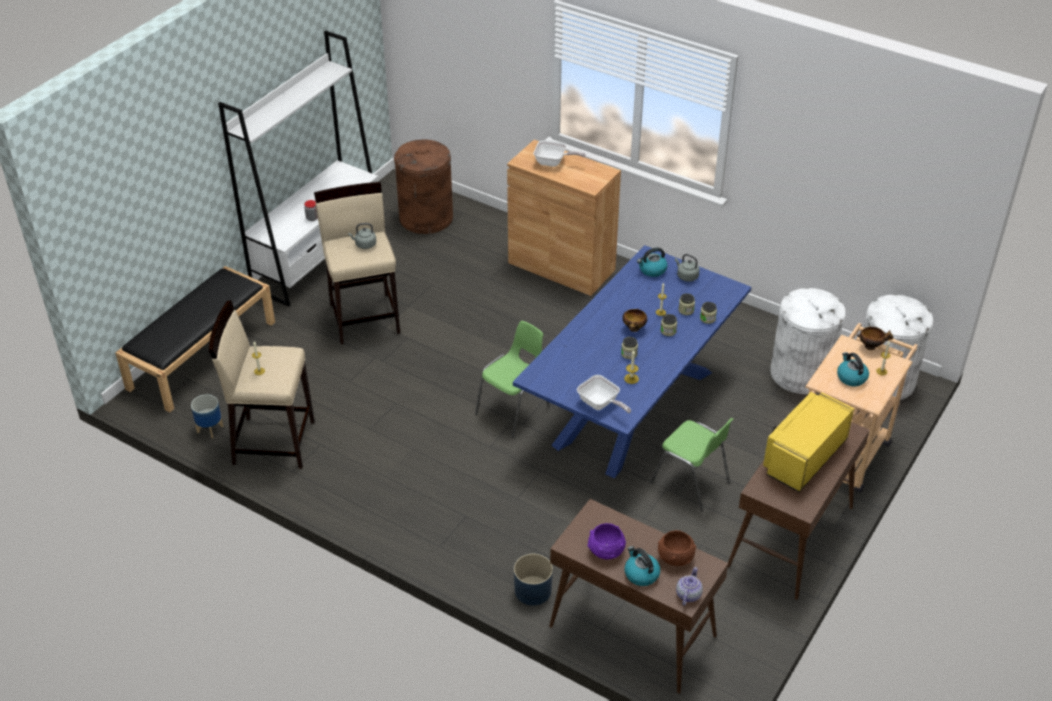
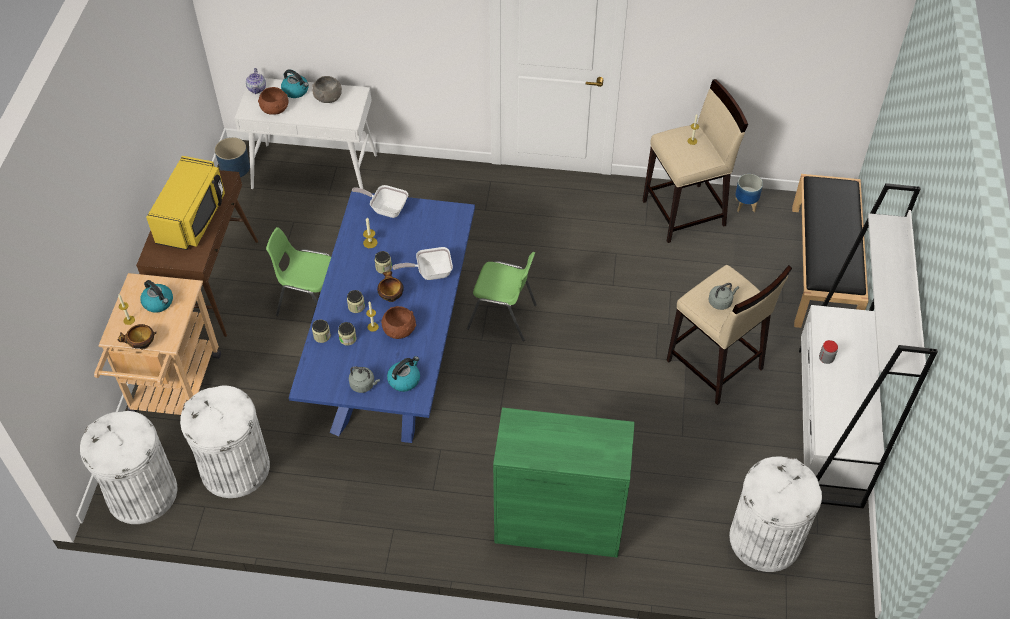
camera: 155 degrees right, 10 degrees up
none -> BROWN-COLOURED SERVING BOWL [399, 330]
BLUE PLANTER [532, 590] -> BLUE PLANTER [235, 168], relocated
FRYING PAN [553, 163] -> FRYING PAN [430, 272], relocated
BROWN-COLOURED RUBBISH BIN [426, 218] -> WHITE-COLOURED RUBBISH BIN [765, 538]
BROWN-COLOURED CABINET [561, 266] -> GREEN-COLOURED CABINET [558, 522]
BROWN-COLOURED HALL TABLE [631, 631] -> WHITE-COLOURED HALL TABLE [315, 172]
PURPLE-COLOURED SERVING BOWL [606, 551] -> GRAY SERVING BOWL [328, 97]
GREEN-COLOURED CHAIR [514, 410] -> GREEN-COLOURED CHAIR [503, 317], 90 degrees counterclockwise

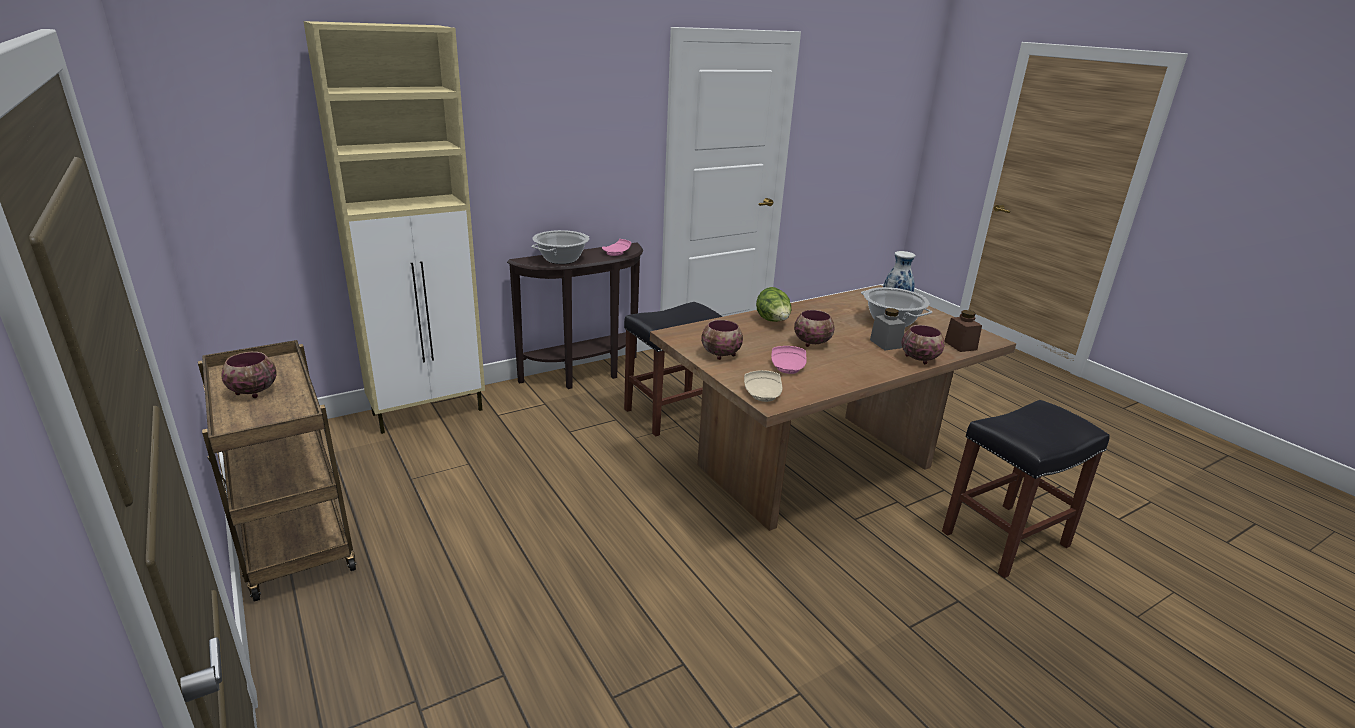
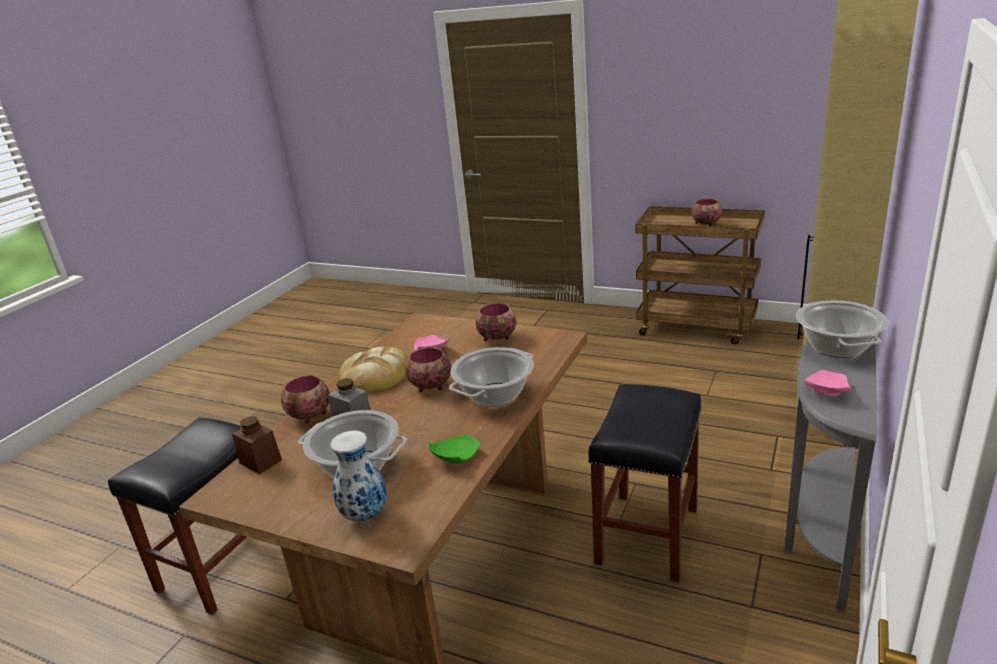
camera: 150 degrees right, 0 degrees up
BEIGE-COLOURED DINNER PLATE [763, 394] -> none
none -> BAKED BREAD [376, 374]
none -> GREEN-COLOURED DINNER PLATE [455, 457]
HEAD OF LETTUCE [773, 321] -> STOCKPOT [495, 395]
BROWN-COLOURED HALL TABLE [586, 375] -> GRAY HALL TABLE [819, 531]

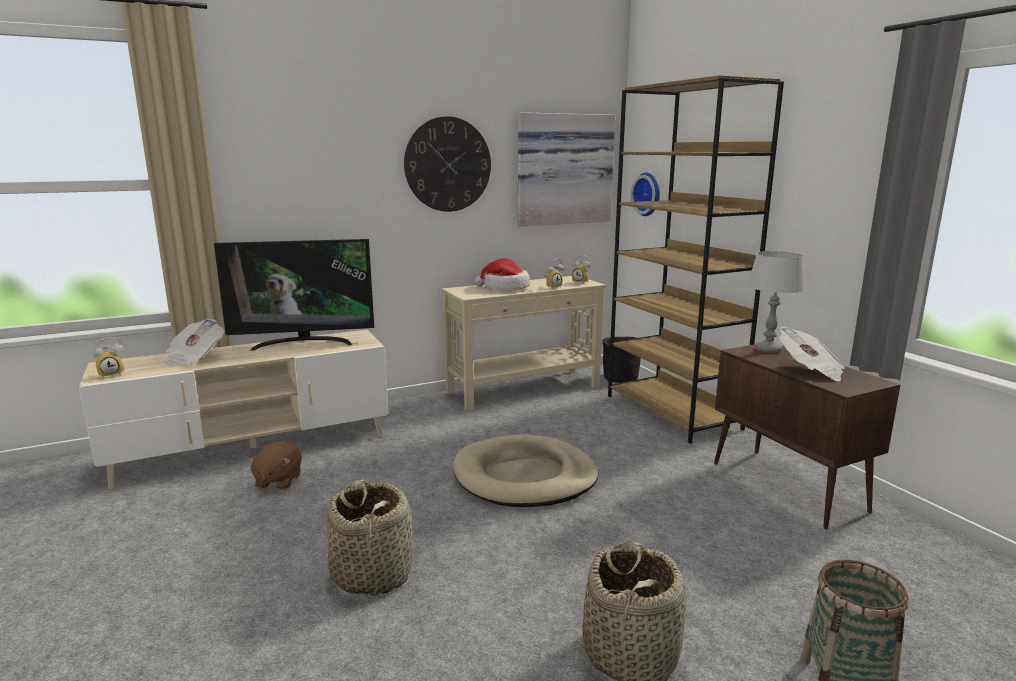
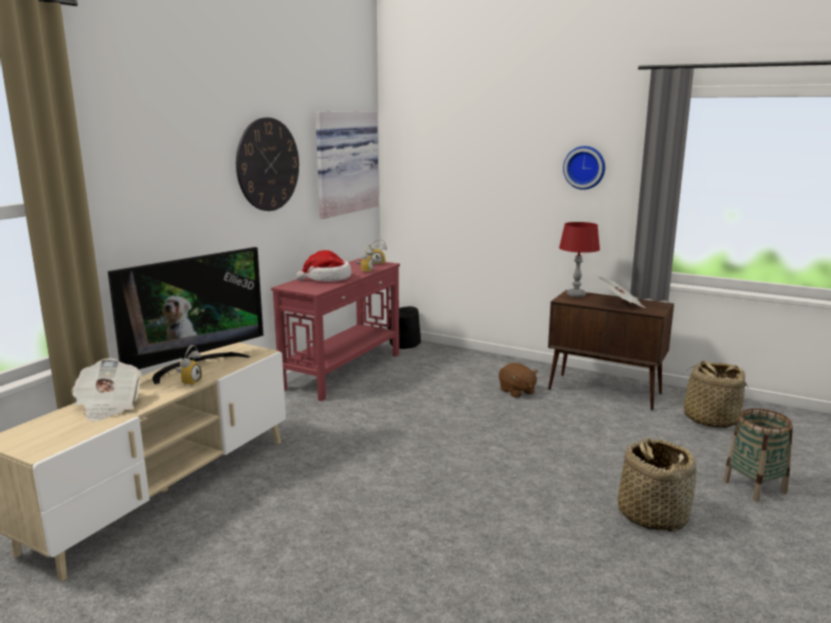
camera: 35 degrees left, 0 degrees up
BEIGE-COLOURED DOG CUSHION [525, 477] -> none
BROWN-COLOURED BOOKCASE [673, 412] -> none
TABLE CLOCK [112, 374] -> TABLE CLOCK [189, 382], relocated
BROWN-COLOURED CUDDLY TOY [278, 481] -> BROWN-COLOURED CUDDLY TOY [517, 392], relocated
STORAGE BASKET [372, 573] -> STORAGE BASKET [710, 419], relocated
WALL CLOCK [648, 194] -> WALL CLOCK [585, 167], relocated
BEIGE-COLOURED HALL TABLE [525, 389] -> REDDISH HALL TABLE [344, 371]
GRAY TABLETOP LAMP [768, 349] -> REDDISH TABLETOP LAMP [575, 295]

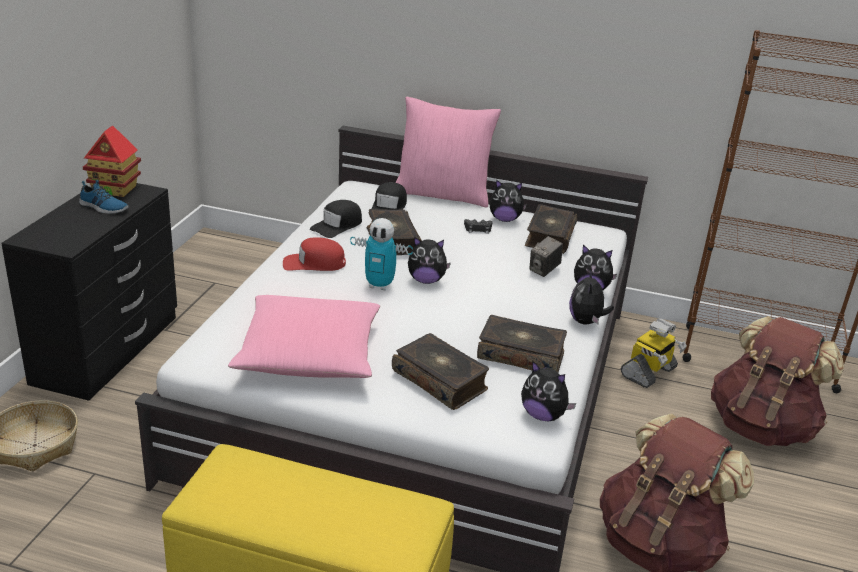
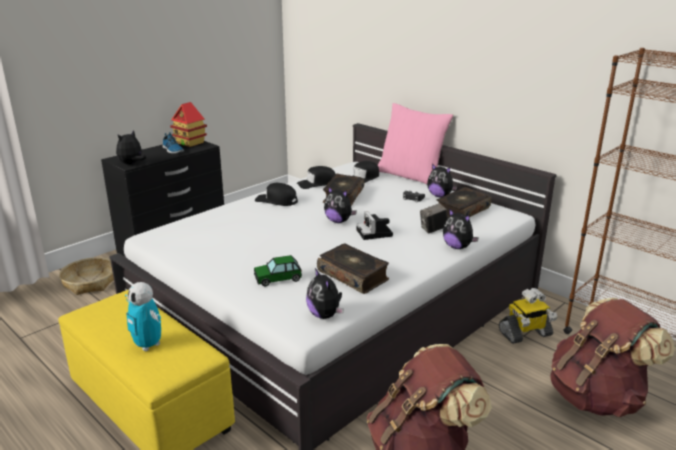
camera: 30 degrees right, 5 degrees down
PINKISH CUSHION [309, 353] -> none
none -> STILL CAMERA [375, 233]
TOY ROBOT [379, 285] -> TOY ROBOT [148, 345], relocated
CUDDLY TOY [586, 322] -> CUDDLY TOY [131, 164], relocated
BOOK [440, 380] -> TOY CAR [278, 278]
REDDISH PEAKED CAP [314, 263] -> BLACK PEAKED CAP [276, 200]

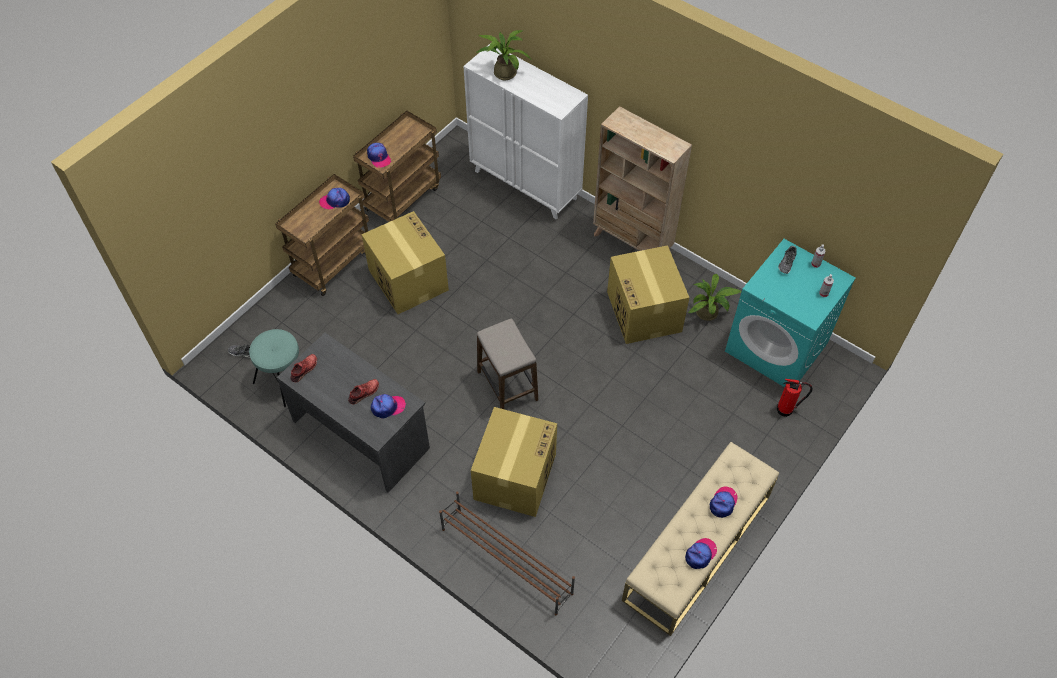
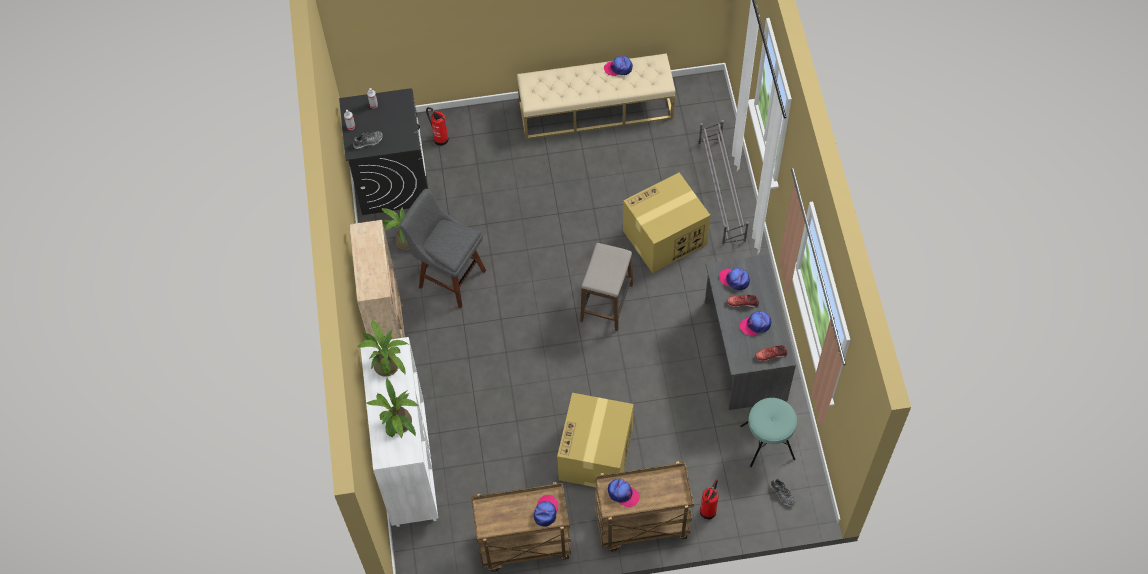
camera: 135 degrees left, 5 degrees up
none -> POTTED PLANT [386, 362]
none -> FIRE-FIGHTING CYLINDER [708, 510]
PEAKED CAP [723, 503] -> PEAKED CAP [755, 324], relocated
CARDBOARD BOX [644, 312] -> GRAY STOOL [449, 277]
BROWN-COLOURED SHOE SHELF [506, 560] -> GRAY SHOE SHELF [721, 192]
BLUE-GREEN LAUNDRY MACHINE [777, 347] -> BLACK LAUNDRY MACHINE [392, 179]

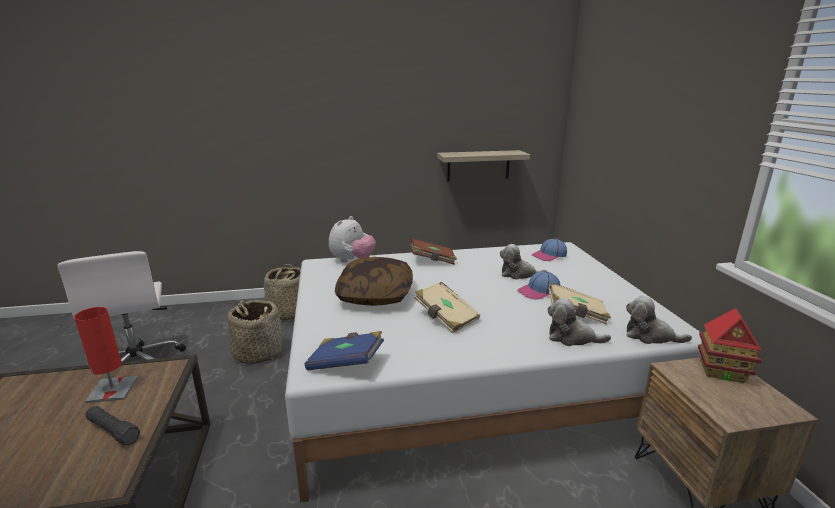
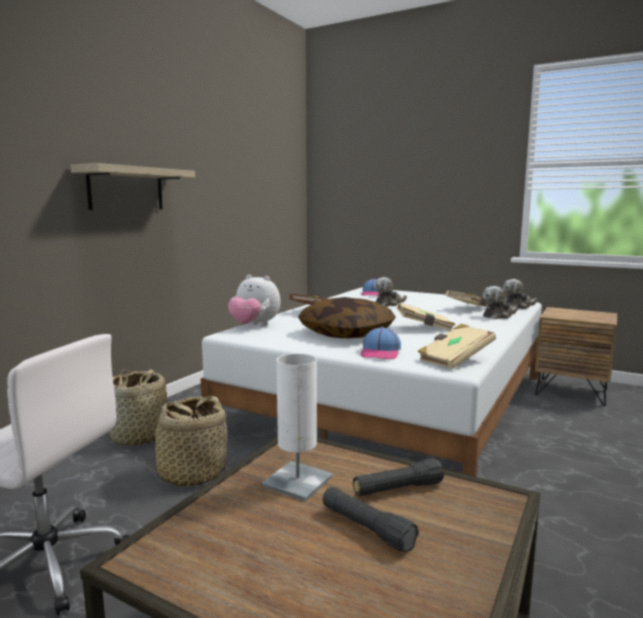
camera: 50 degrees left, 10 degrees down
MINIATURE HOUSE [722, 371] -> none
none -> BLACK FLASHLIGHT [366, 528]
BRACKET SHELF [478, 165] -> BRACKET SHELF [126, 189], relocated
PEAKED CAP [539, 291] -> PEAKED CAP [380, 353], relocated
REDDISH TABLETOP LAMP [113, 390] -> WHITE-COLOURED TABLETOP LAMP [297, 481]
BLUE BOOK [346, 363] -> BEIGE-COLOURED BOOK [454, 359]
CUDDLY TOY [352, 260] -> CUDDLY TOY [254, 326], 135 degrees clockwise

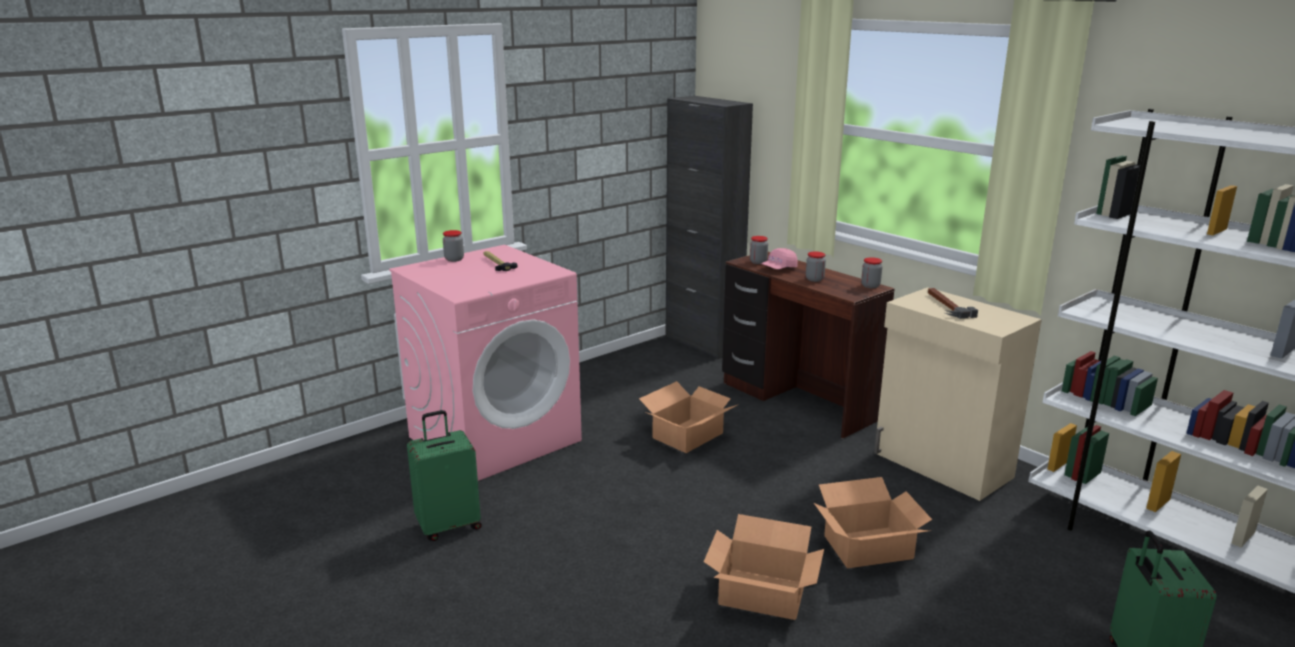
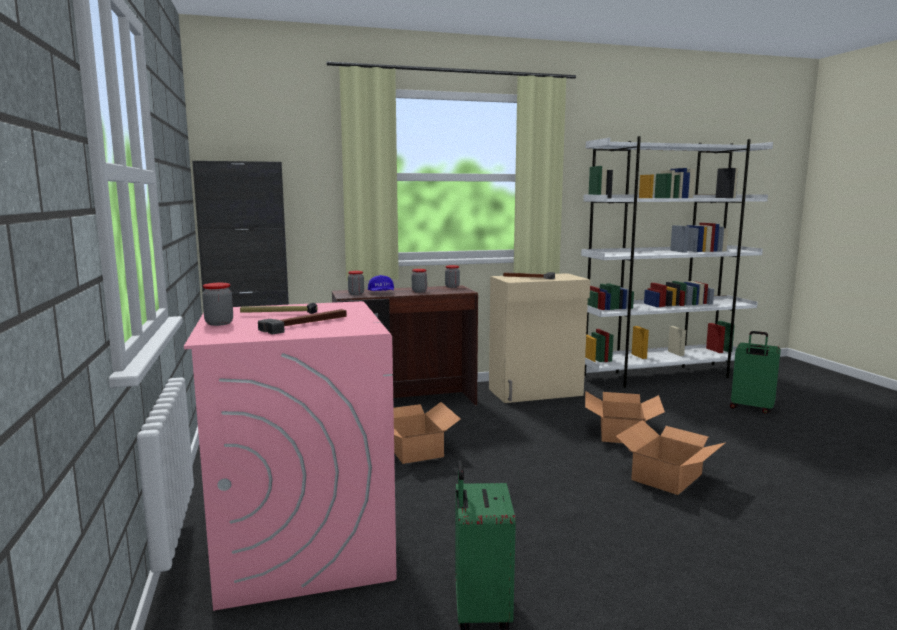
camera: 65 degrees left, 10 degrees down
none -> HAMMER [304, 324]
PINKISH PEAKED CAP [778, 269] -> BLUE PEAKED CAP [381, 293]

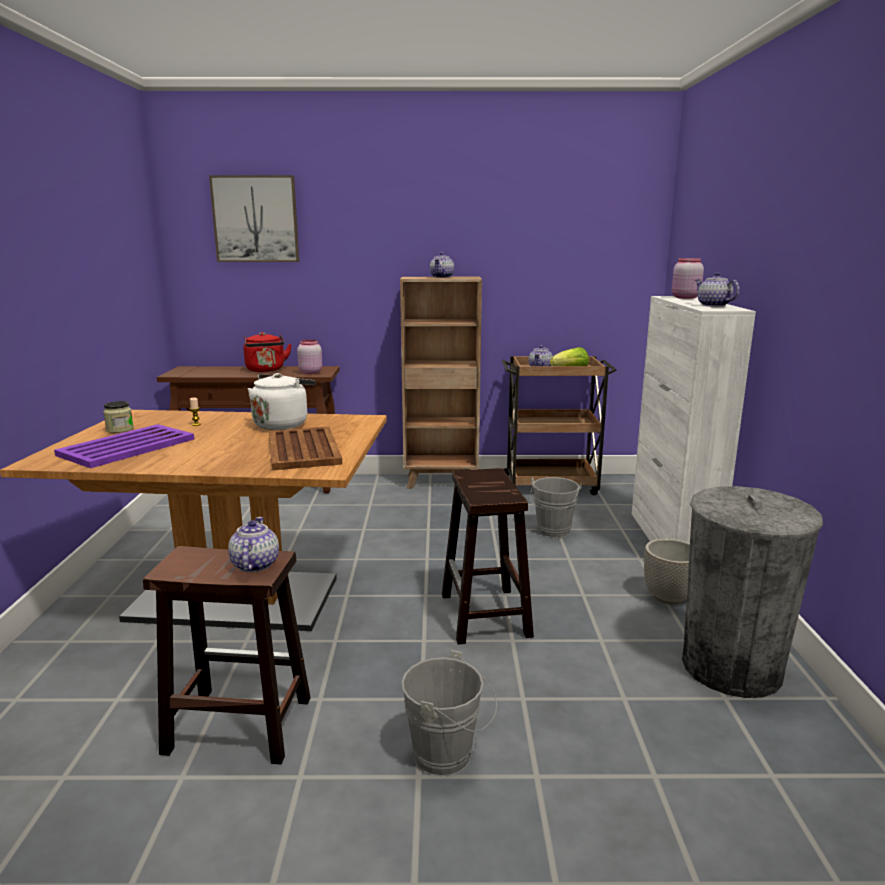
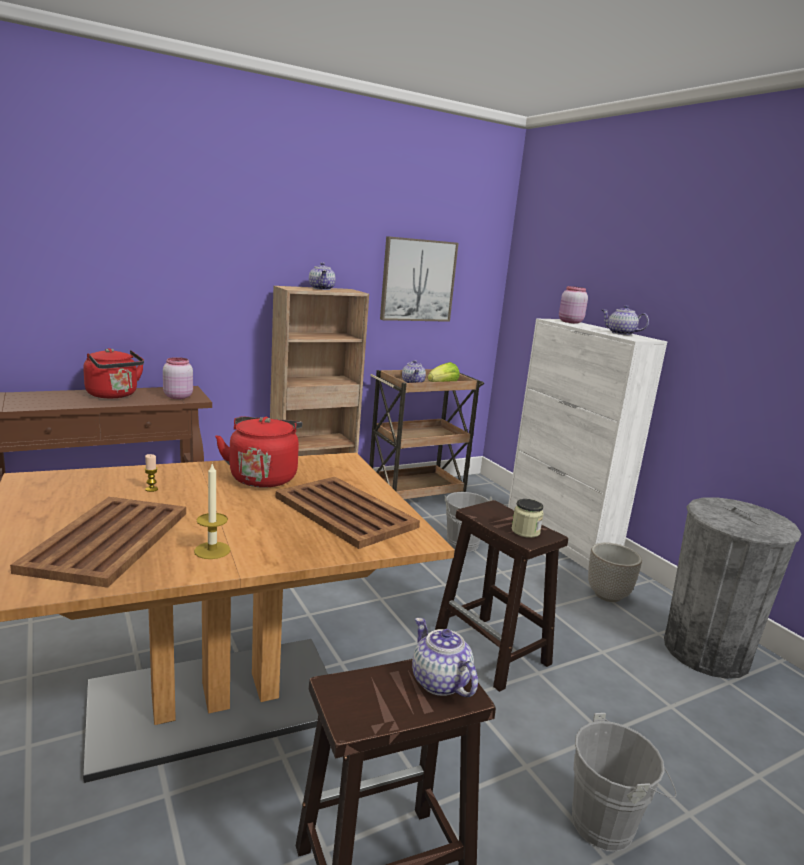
camera: 30 degrees left, 0 degrees up
none -> WAX CANDLE [212, 550]
PRESERVE JAR [120, 429] -> PRESERVE JAR [525, 531], relocated
WALL ART [255, 219] -> WALL ART [418, 280], relocated
PURPLE-COLOURED TRAY [128, 447] -> BROWN-COLOURED TRAY [110, 539]
WHITE-COLOURED TEA KETTLE [282, 424] -> REDDISH TEA KETTLE [263, 477]

